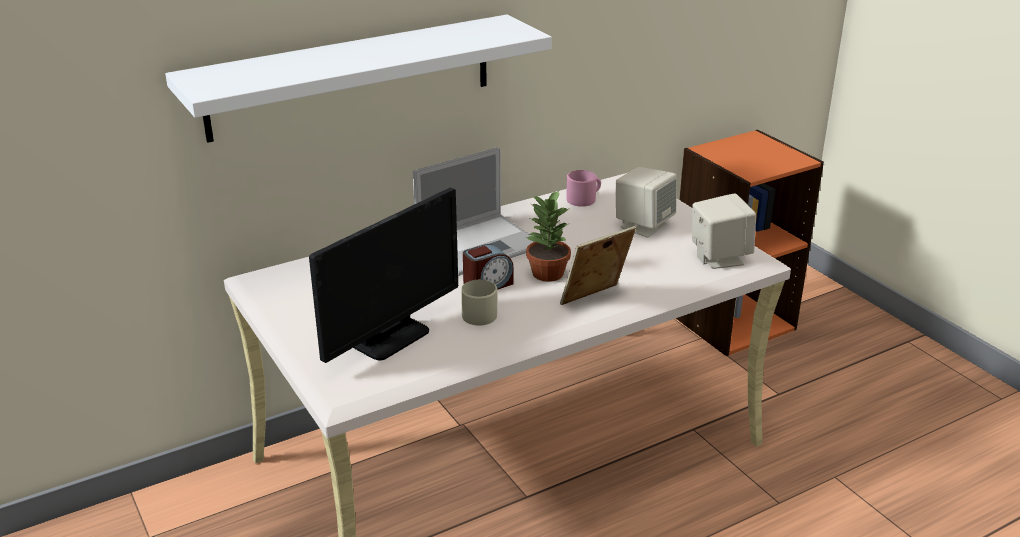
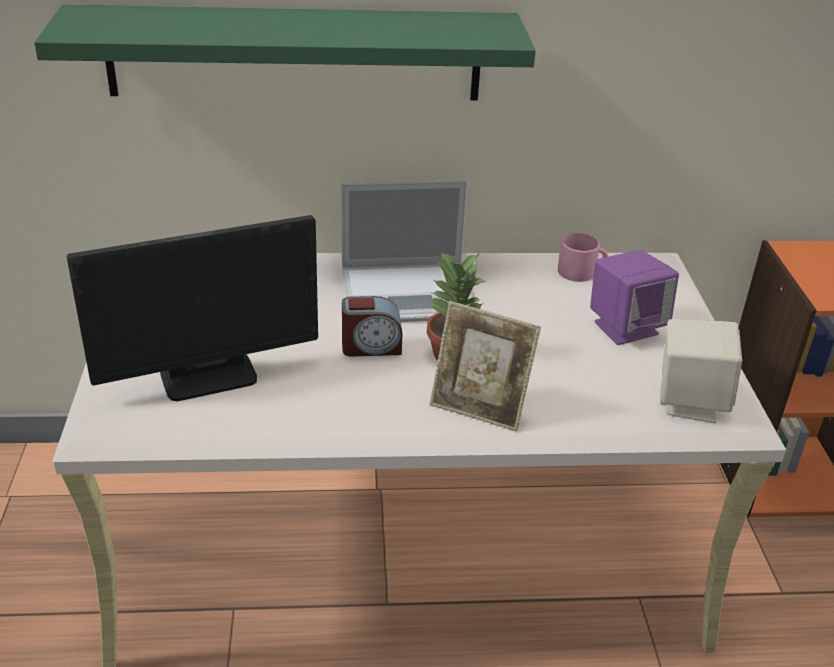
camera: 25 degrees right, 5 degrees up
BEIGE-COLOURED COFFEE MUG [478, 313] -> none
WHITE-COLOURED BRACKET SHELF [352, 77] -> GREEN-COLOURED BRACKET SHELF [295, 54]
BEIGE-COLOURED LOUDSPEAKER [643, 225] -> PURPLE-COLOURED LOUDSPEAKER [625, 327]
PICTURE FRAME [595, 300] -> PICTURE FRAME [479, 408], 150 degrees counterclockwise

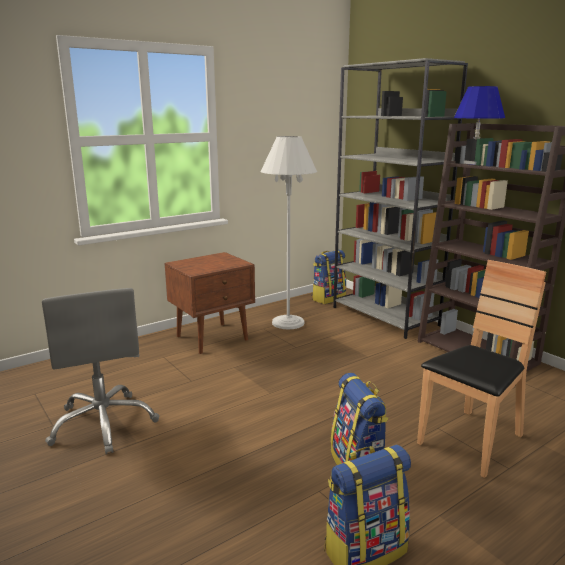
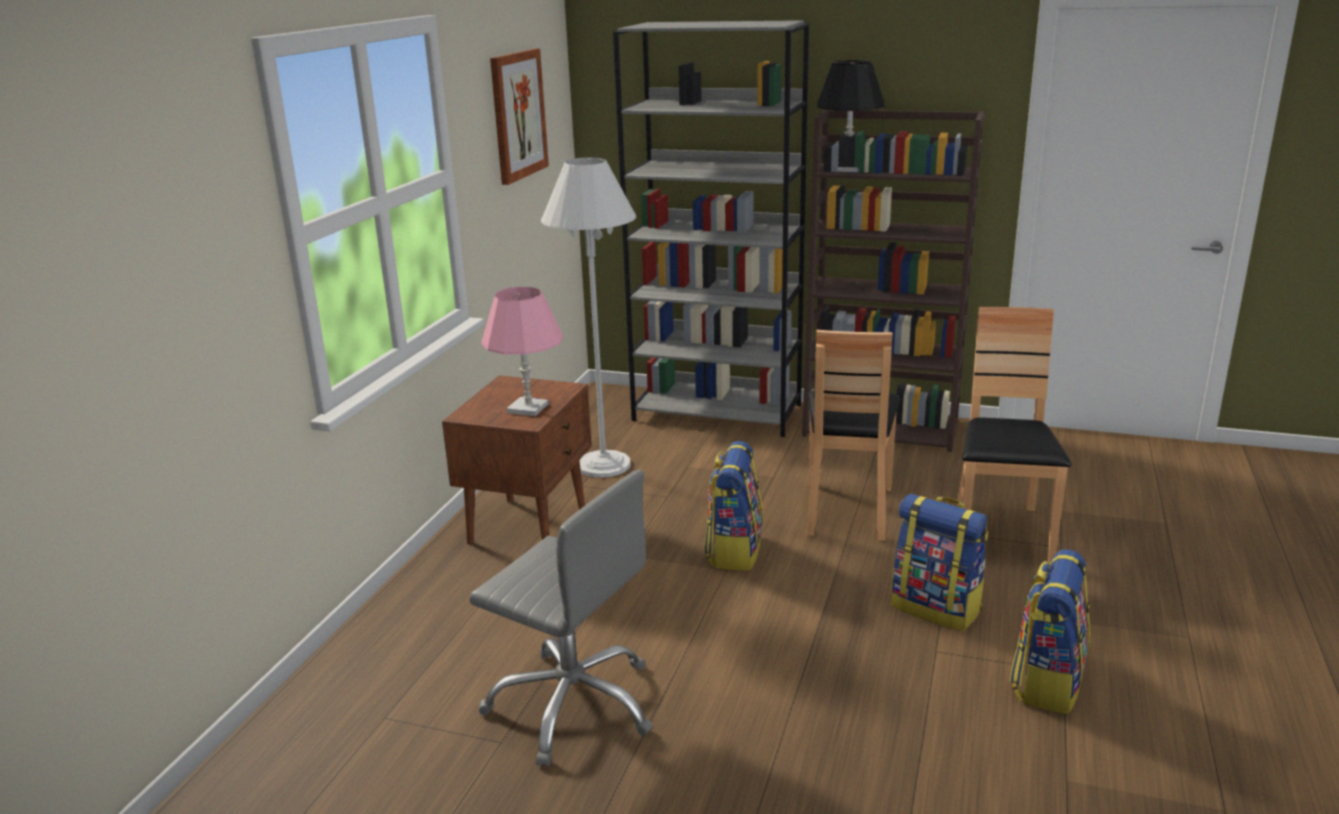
camera: 35 degrees left, 5 degrees up
none -> PINKISH TABLETOP LAMP [528, 408]
none -> WALL ART [518, 115]
none -> BROWN-COLOURED CHAIR [847, 510]
BACKPACK [328, 298] -> BACKPACK [734, 551], relocated
BLUE TABLETOP LAMP [473, 163] -> BLACK TABLETOP LAMP [847, 169]

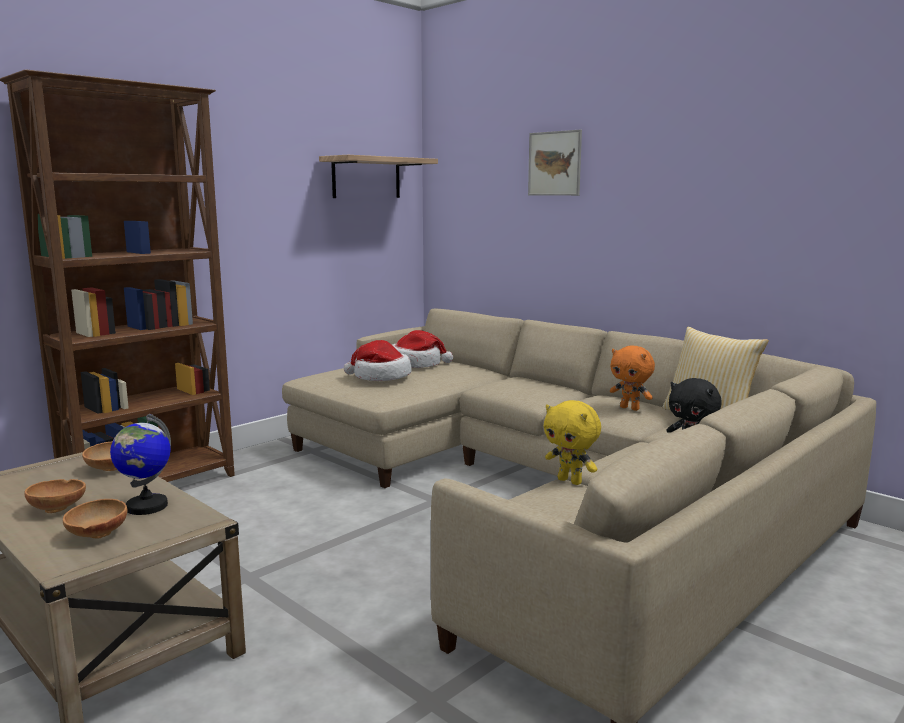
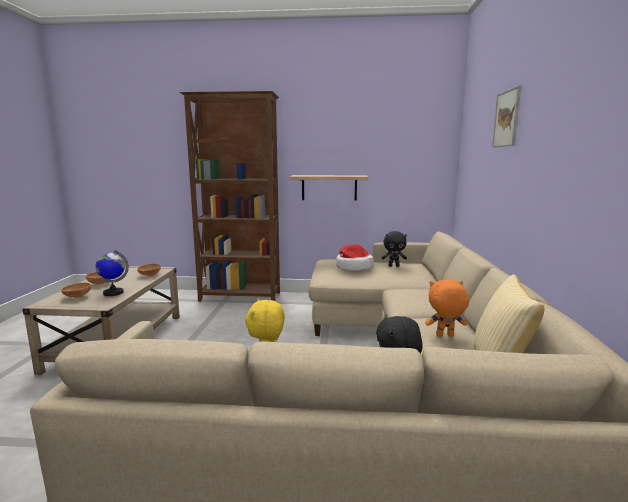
camera: 50 degrees right, 0 degrees up
BRACKET SHELF [366, 178] -> BRACKET SHELF [329, 187], relocated
WEARABLE HAT [416, 364] -> BLACK CUDDLY TOY [394, 266]
ORANGE CUDDLY TOY [630, 408] -> ORANGE CUDDLY TOY [444, 336], 90 degrees clockwise

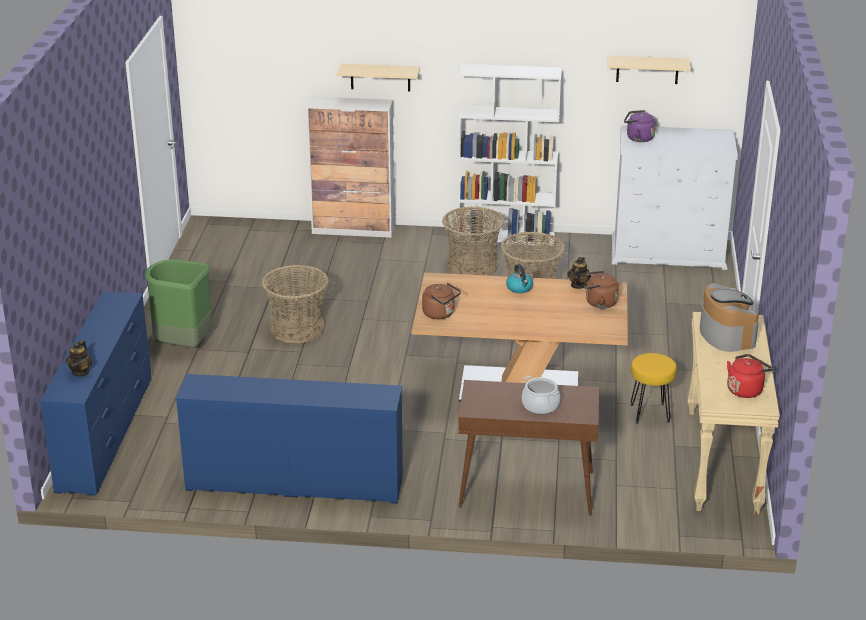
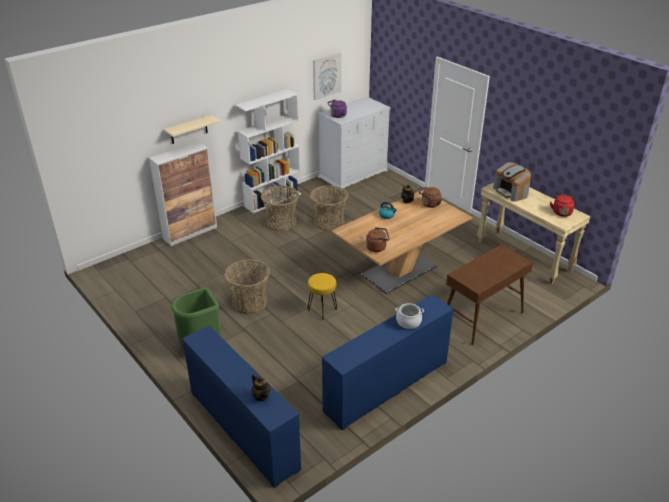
camera: 45 degrees left, 5 degrees up
STOCKPOT [540, 406] -> STOCKPOT [408, 322], relocated
YELLOWISH STOOL [649, 413] -> YELLOWISH STOOL [322, 309], relocated
BEIGE-COLOURED BRACKET SHELF [647, 69] -> WALL ART [326, 76]
COFFEE MAKER [725, 334] -> COFFEE MAKER [511, 192], 150 degrees counterclockwise

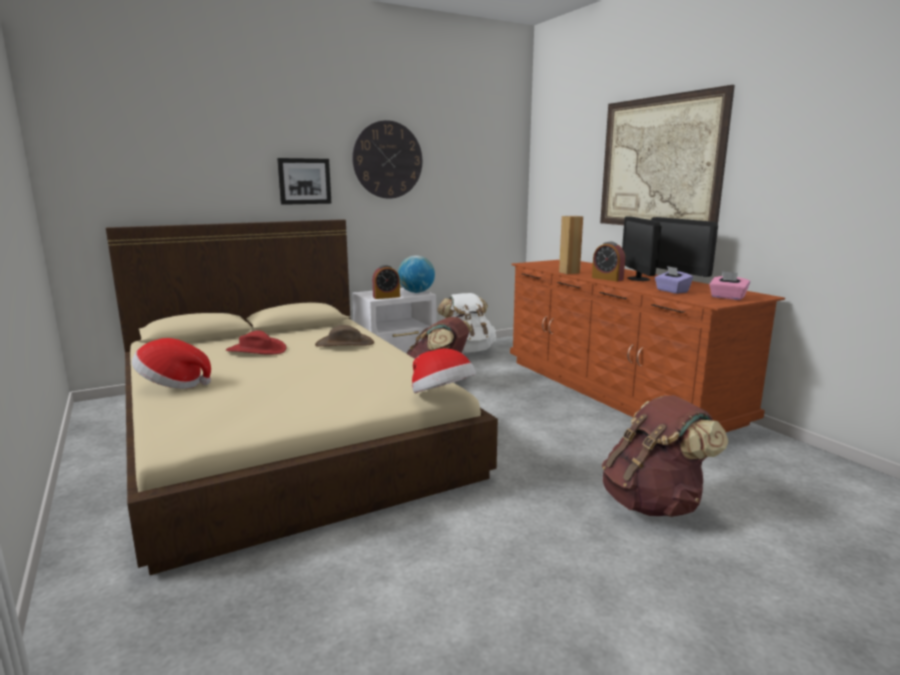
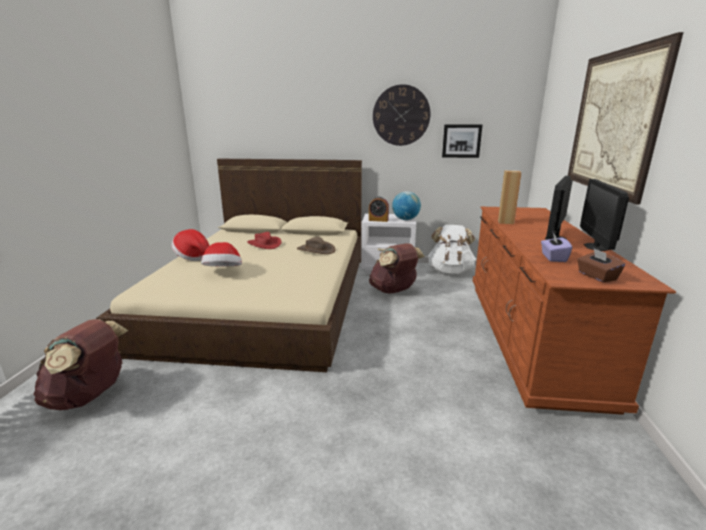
camera: 35 degrees right, 5 degrees up
TABLE CLOCK [607, 278] -> none
WALL ART [304, 181] -> WALL ART [461, 141], relocated
WEARABLE HAT [442, 396] -> WEARABLE HAT [223, 271], relocated
BROWN-COLOURED BACKPACK [653, 503] -> BROWN-COLOURED BACKPACK [89, 396], relocated
PINKISH TISSUE BOX [727, 297] -> BROWN-COLOURED TISSUE BOX [596, 276]

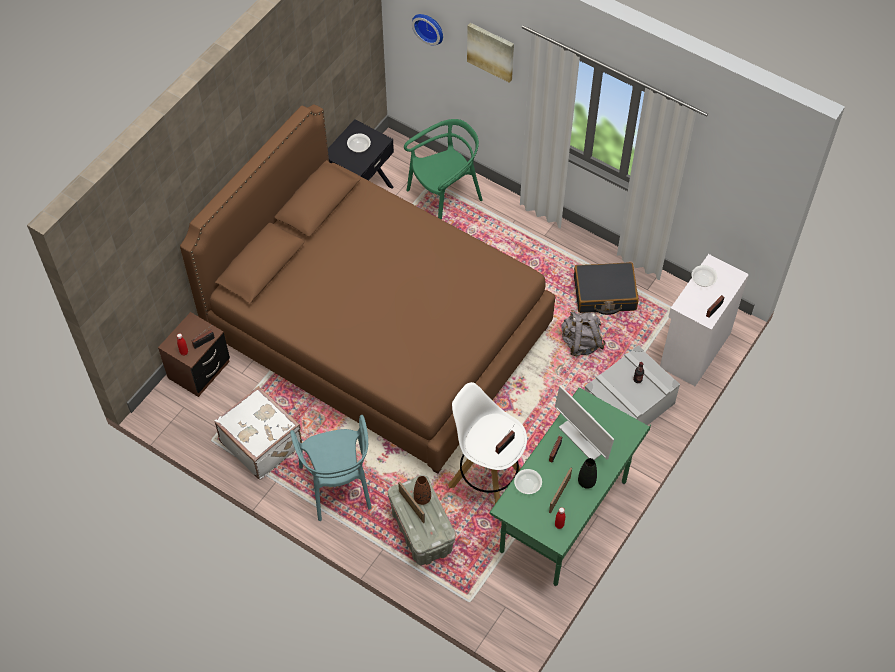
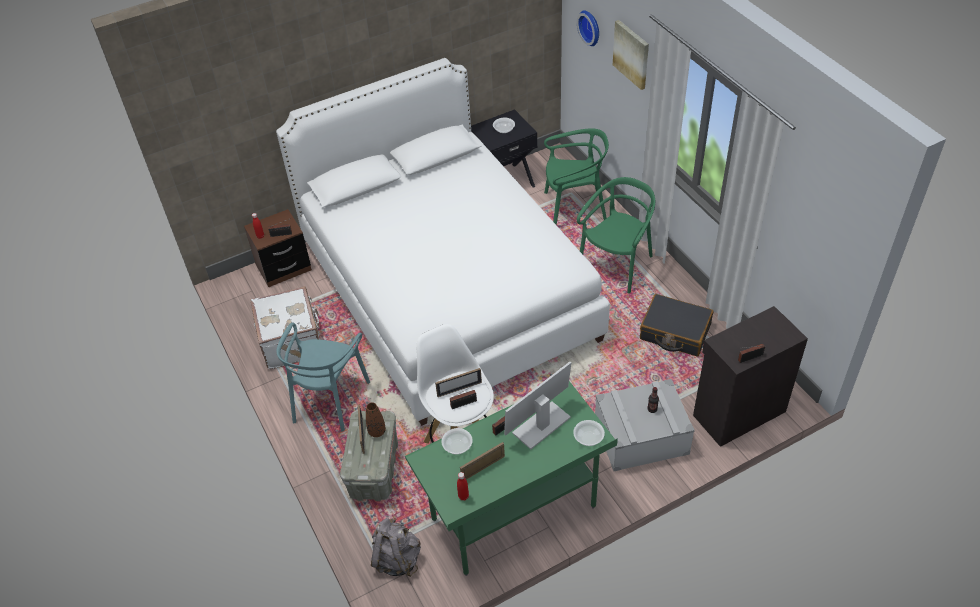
camera: 30 degrees right, 10 degrees down
BLACK FLOWER VASE [586, 482] -> none
none -> PICTURE FRAME [459, 389]
none -> GREEN-COLOURED CHAIR [616, 265]
GRAY BACKPACK [581, 342] -> GRAY BACKPACK [397, 559], relocated
SERVING BOWL [703, 280] -> SERVING BOWL [588, 438], relocated
BROWN-COLOURED BEDROOM BED [378, 332] -> WHITE-COLOURED BEDROOM BED [447, 291]
WHITE-COLOURED CABINET [693, 349] -> BLACK CABINET [737, 412]
MONITOR [583, 437] -> MONITOR [541, 425], 60 degrees clockwise

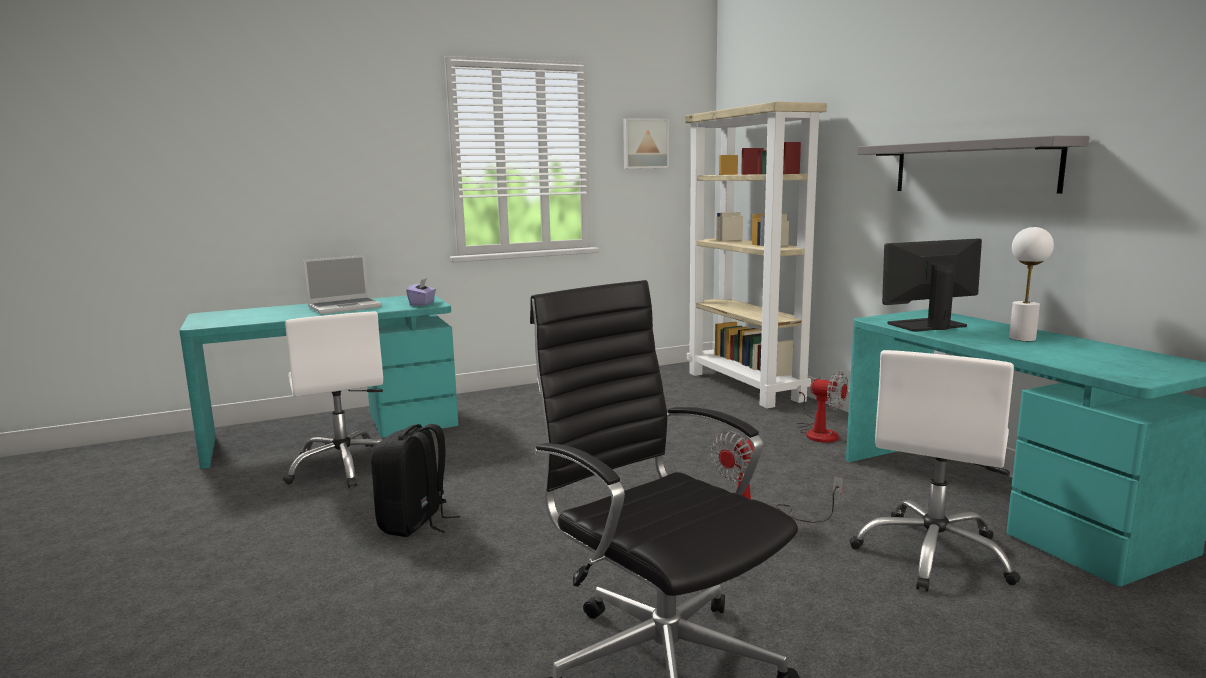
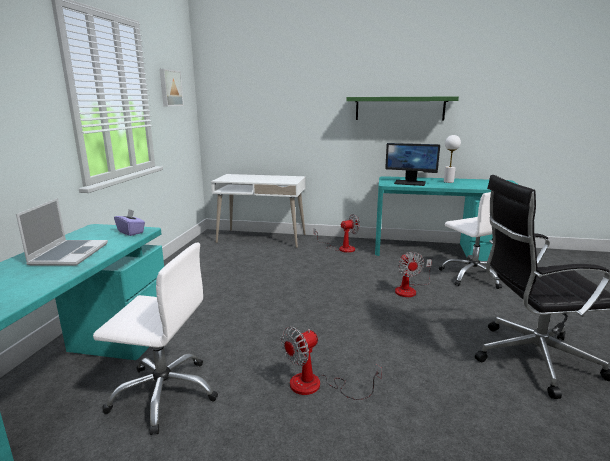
camera: 55 degrees left, 5 degrees up
BLACK BACKPACK [415, 523] -> COOLING FAN [316, 386]
BEIGE-COLOURED BOOKCASE [745, 386] -> WHITE-COLOURED DESK [261, 238]
GRAY BRACKET SHELF [973, 167] -> GREEN-COLOURED BRACKET SHELF [399, 108]
MONITOR [927, 325] -> MONITOR [410, 183], 90 degrees counterclockwise

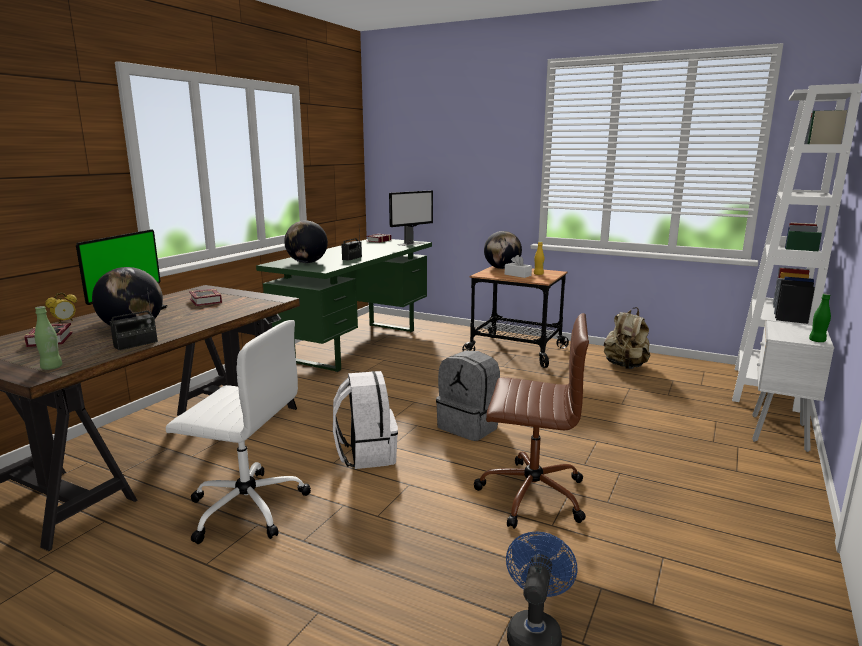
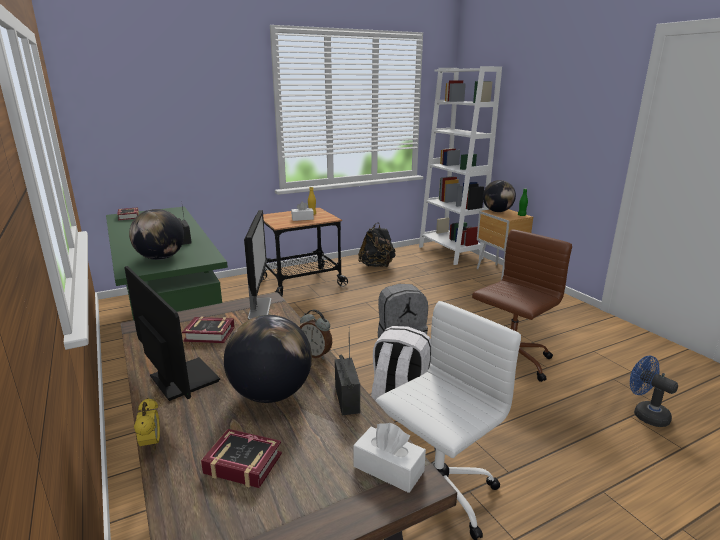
camera: 55 degrees left, 5 degrees up
none -> TABLE CLOCK [316, 354]
MONITOR [411, 244] -> MONITOR [260, 308], relocated
WORLD GLOBE [502, 268] -> WORLD GLOBE [497, 211], relocated
GREEN-COLOURED BOTTLE [51, 367] -> WHITE-COLOURED TISSUE BOX [388, 469]
BEIGE-COLOURED BACKPACK [625, 366] -> BLACK BACKPACK [377, 266]
WHITE-COLOURED NIGHTSTAND [777, 433] -> BROWN-COLOURED NIGHTSTAND [499, 273]

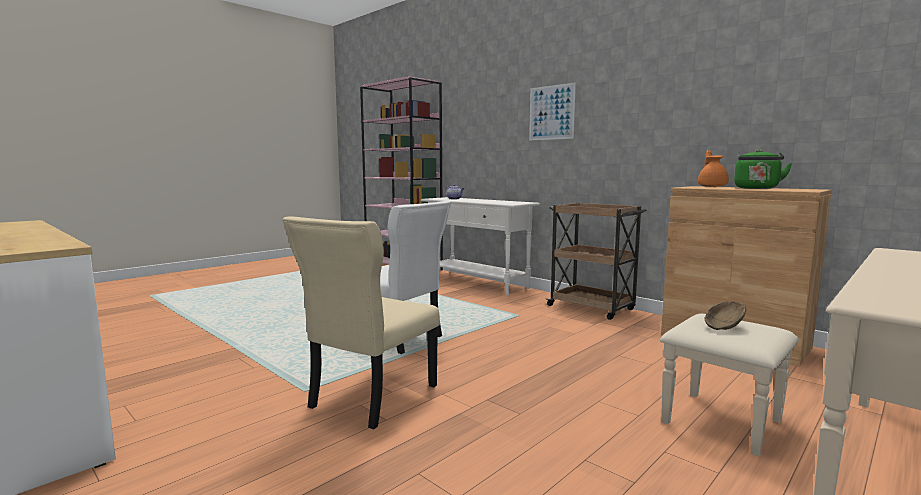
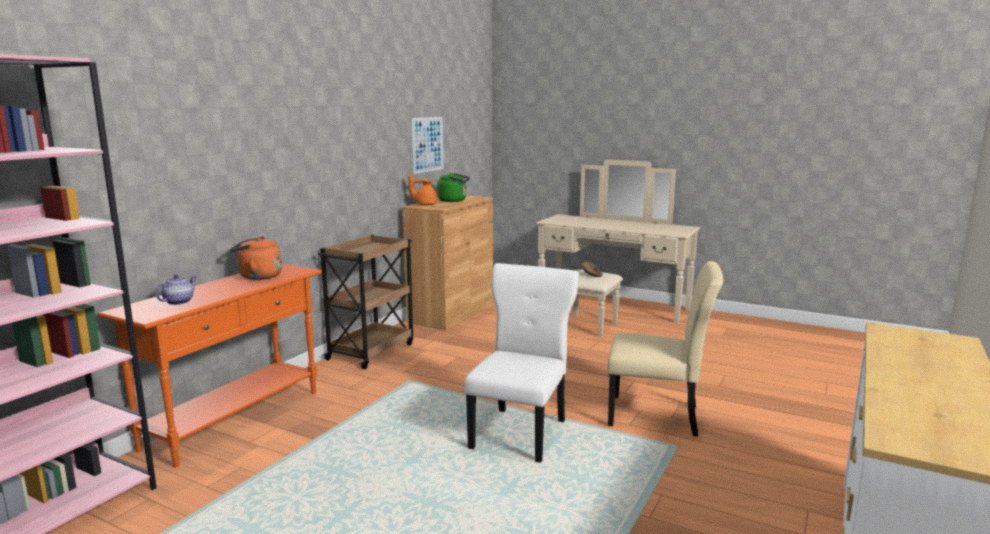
camera: 105 degrees left, 5 degrees up
none -> ORANGE TEA KETTLE [258, 276]
WALL ART [551, 112] -> WALL ART [427, 144], relocated
WHITE-COLOURED HALL TABLE [477, 283] -> ORANGE HALL TABLE [235, 419]

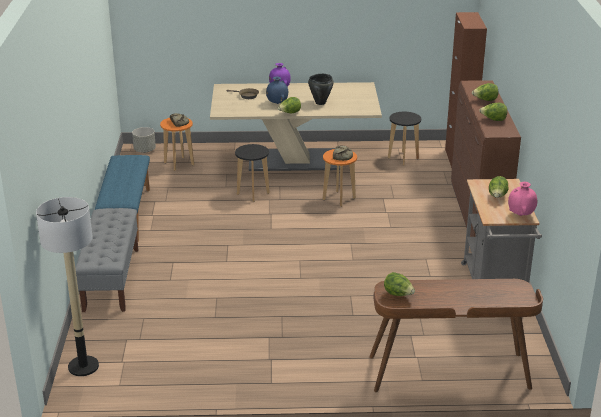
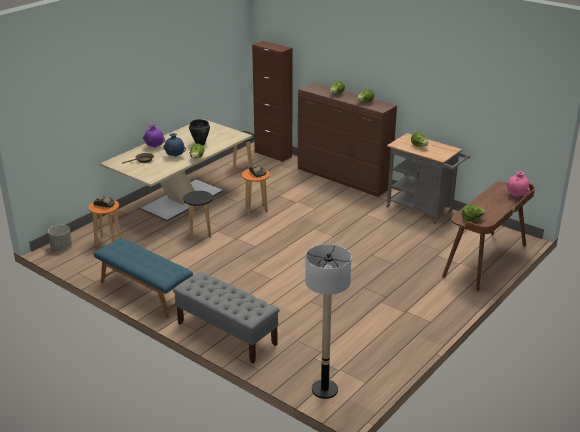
camera: 50 degrees left, 0 degrees up
PINKISH FLOWER VASE [521, 215] -> PINKISH FLOWER VASE [516, 196], relocated

